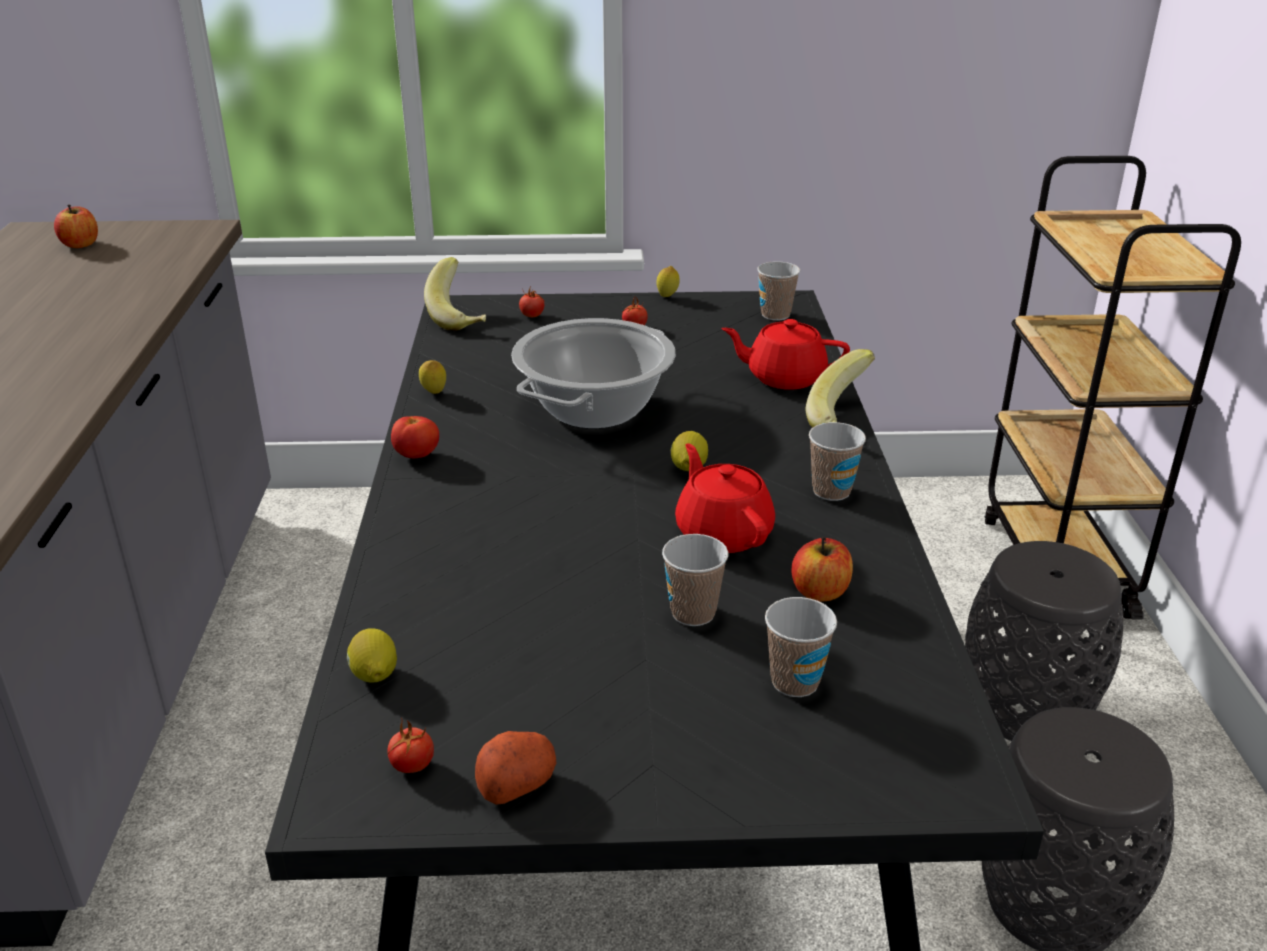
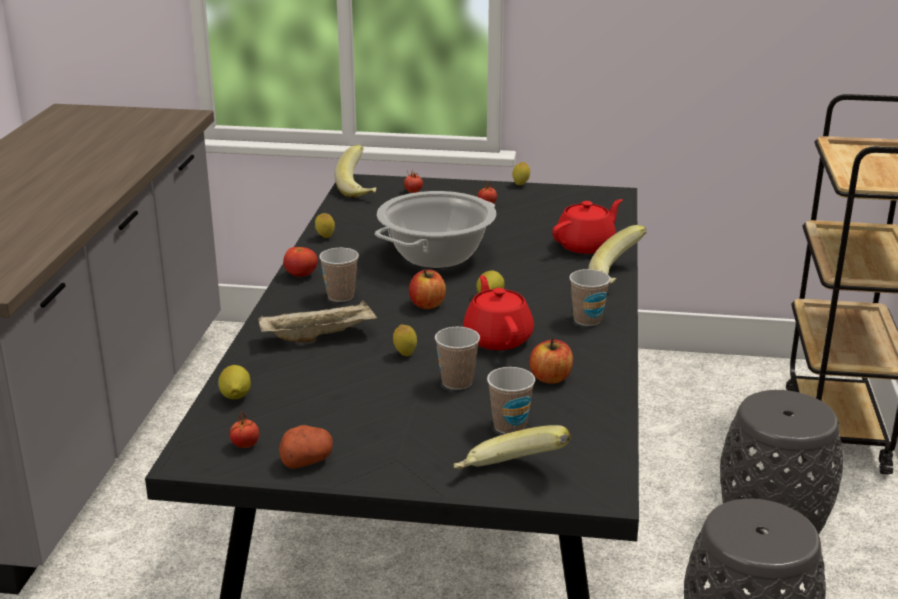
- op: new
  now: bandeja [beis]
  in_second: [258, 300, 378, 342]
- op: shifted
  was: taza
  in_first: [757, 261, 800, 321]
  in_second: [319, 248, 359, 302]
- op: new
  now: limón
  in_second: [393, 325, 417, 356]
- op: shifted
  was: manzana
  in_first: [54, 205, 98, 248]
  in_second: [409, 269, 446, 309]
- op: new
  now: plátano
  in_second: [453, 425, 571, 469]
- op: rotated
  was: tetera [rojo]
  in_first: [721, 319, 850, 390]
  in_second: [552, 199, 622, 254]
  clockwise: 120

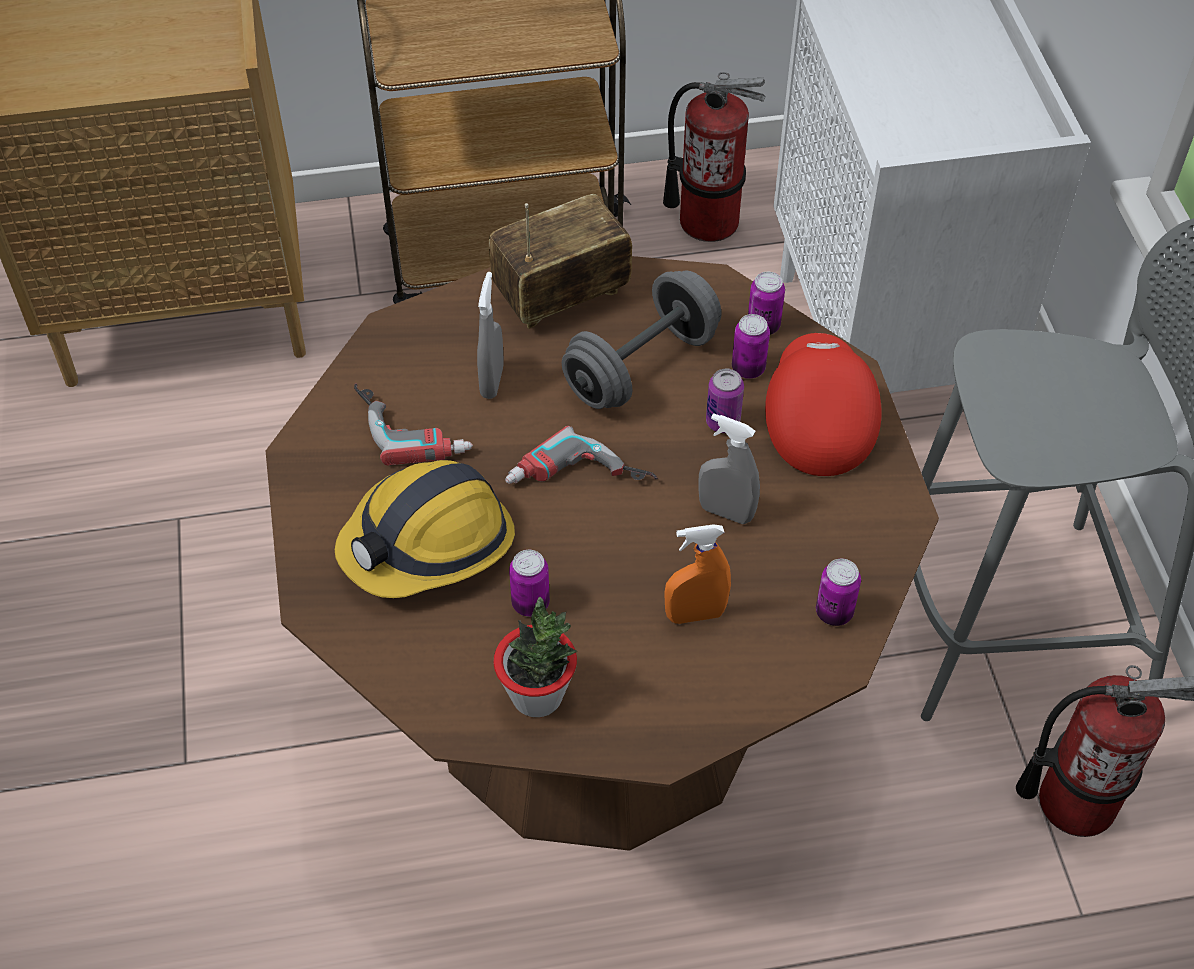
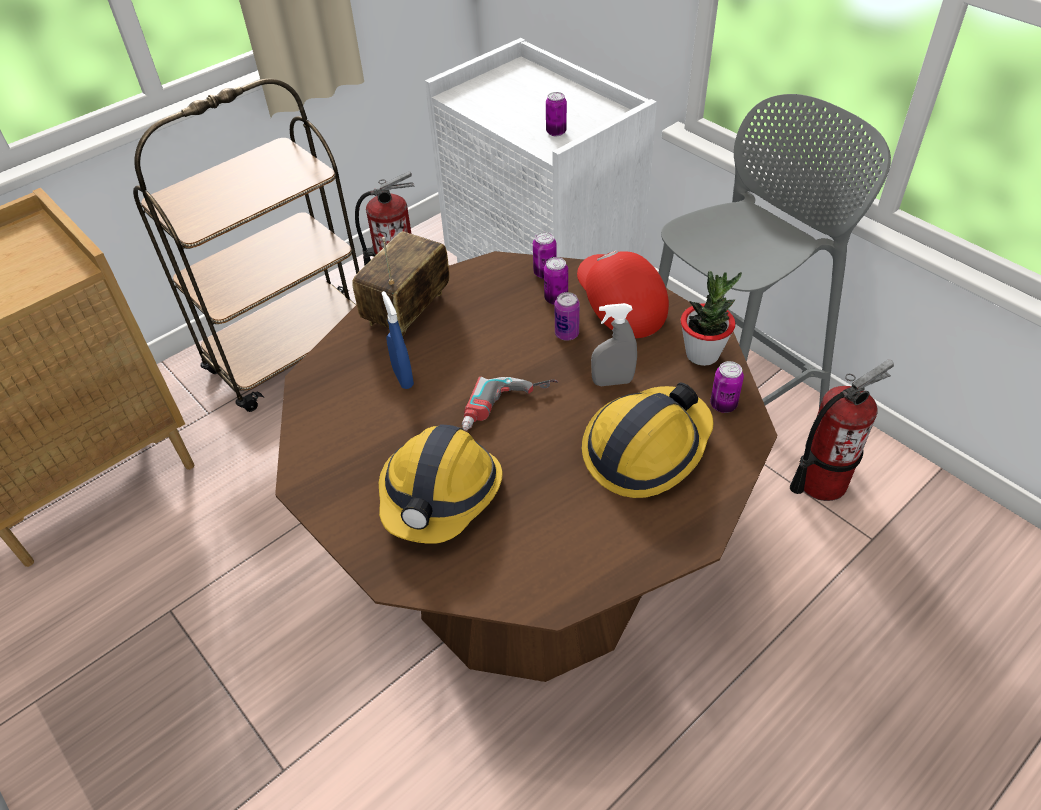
- op: repainted
  was: pulverizador [gris]
  now: pulverizador [azul]
  in_first: [477, 272, 504, 399]
  in_second: [381, 291, 414, 389]
- op: shifted
  was: lata
  in_first: [509, 550, 550, 617]
  in_second: [546, 92, 567, 136]
- op: swapped
  was: pulverizador [naranja]
  now: casco
  in_first: [664, 524, 731, 624]
  in_second: [581, 382, 714, 498]
- op: shifted
  was: planta en maceta
  in_first: [493, 597, 577, 717]
  in_second: [681, 271, 742, 366]
- op: gone
  was: taladro
  in_first: [354, 383, 473, 465]
- op: gone
  was: mancuerna [gris]
  in_first: [562, 270, 721, 409]

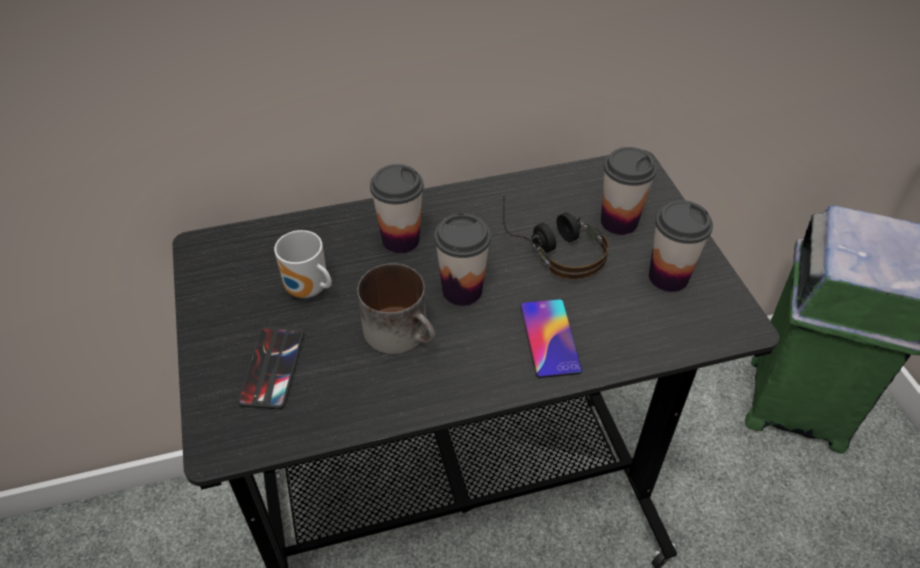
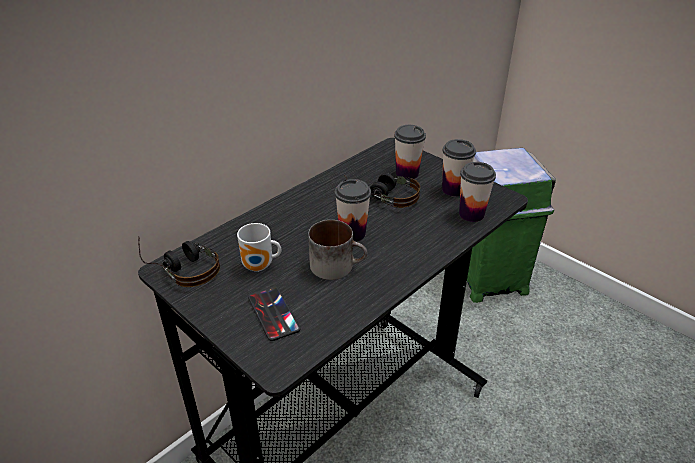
- op: new
  now: auriculares
  in_second: [138, 237, 220, 287]
- op: shifted
  was: taza
  in_first: [370, 164, 424, 253]
  in_second: [459, 162, 496, 222]
- op: gone
  was: móvil
  in_first: [520, 299, 582, 378]

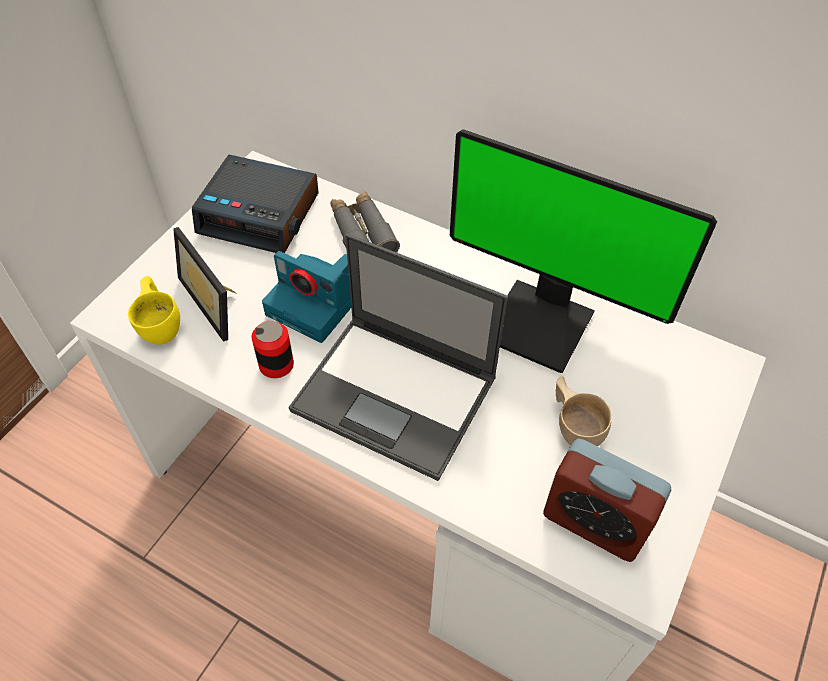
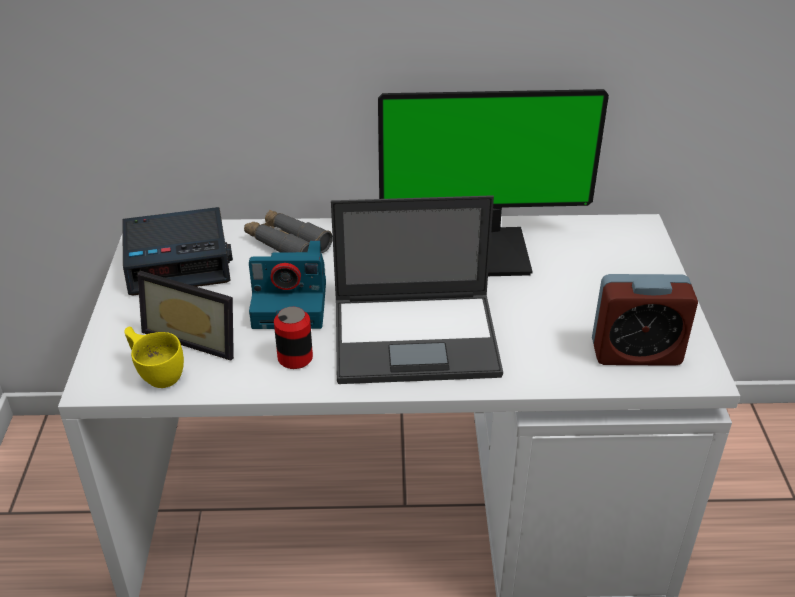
- op: gone
  was: taza [beis]
  in_first: [556, 377, 612, 447]

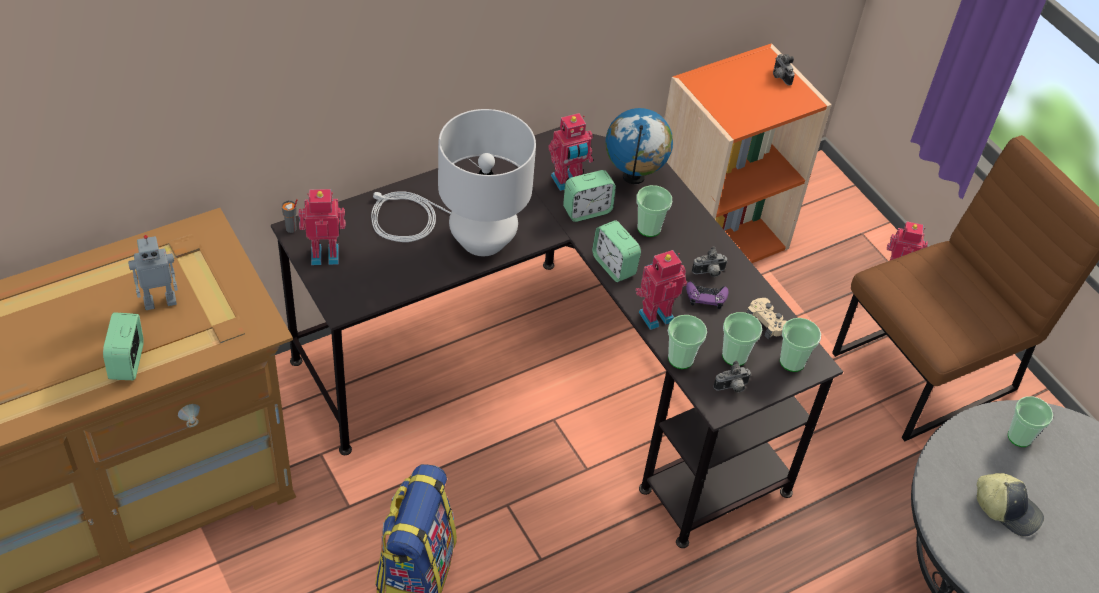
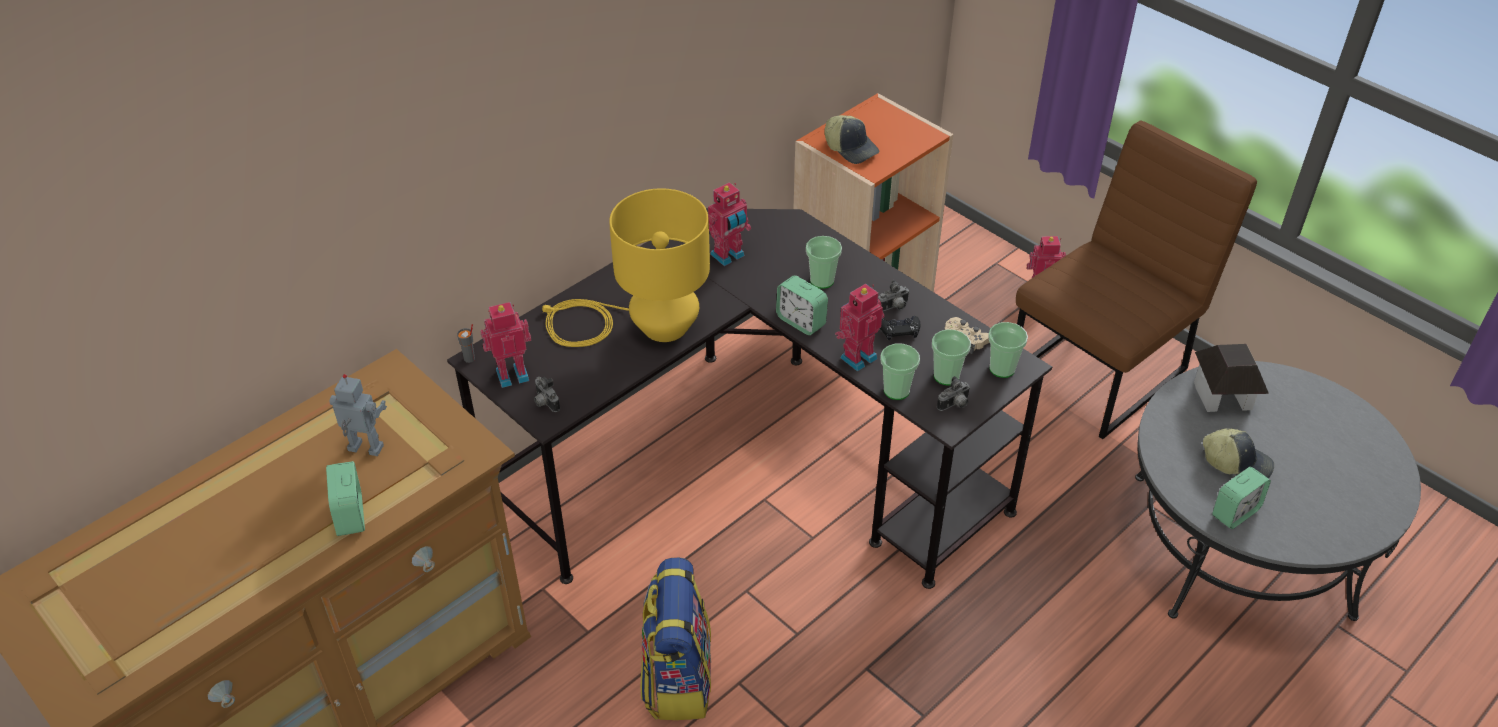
- op: rotated
  was: robot de juguete
  in_first: [128, 235, 178, 310]
  in_second: [330, 374, 387, 456]
  clockwise: -135
- op: shifted
  was: cámara
  in_first: [773, 54, 795, 86]
  in_second: [534, 377, 560, 412]
- op: repainted
  was: lámpara de mesa [gris]
  now: lámpara de mesa [amarillo]
  in_first: [371, 109, 536, 256]
  in_second: [542, 189, 710, 347]
- op: new
  now: gorra
  in_second: [824, 115, 879, 164]
- op: repainted
  was: mando de consola [morado]
  now: mando de consola [negro]
  in_first: [686, 281, 728, 309]
  in_second: [880, 316, 920, 340]
- op: swapped
  was: taza
  now: casita
  in_first: [1008, 396, 1053, 447]
  in_second: [1194, 344, 1269, 412]
- op: shifted
  was: despertador
  in_first: [563, 170, 616, 222]
  in_second: [1212, 467, 1271, 529]
- op: gone
  was: globo terráqueo
  in_first: [605, 108, 673, 184]

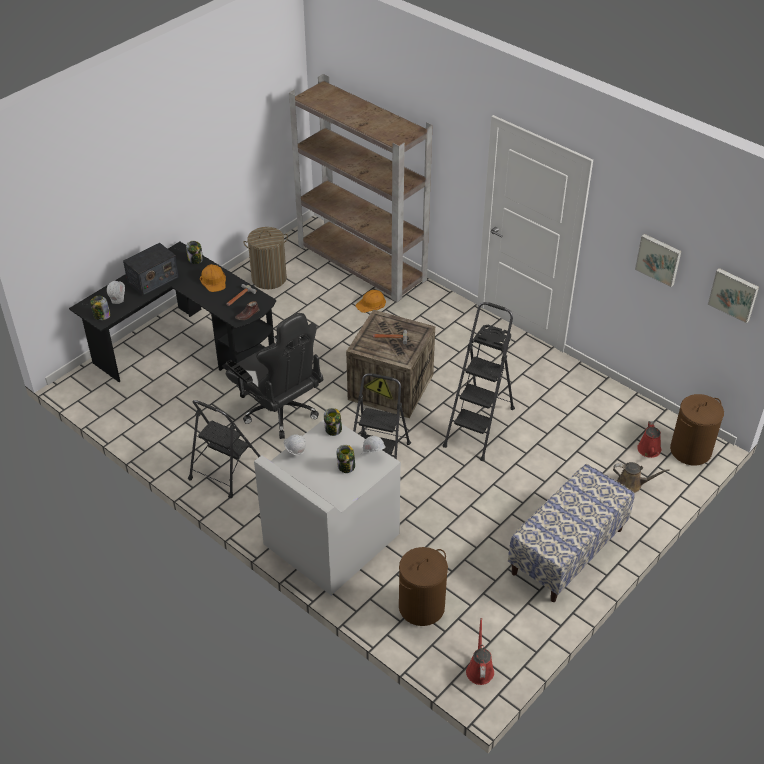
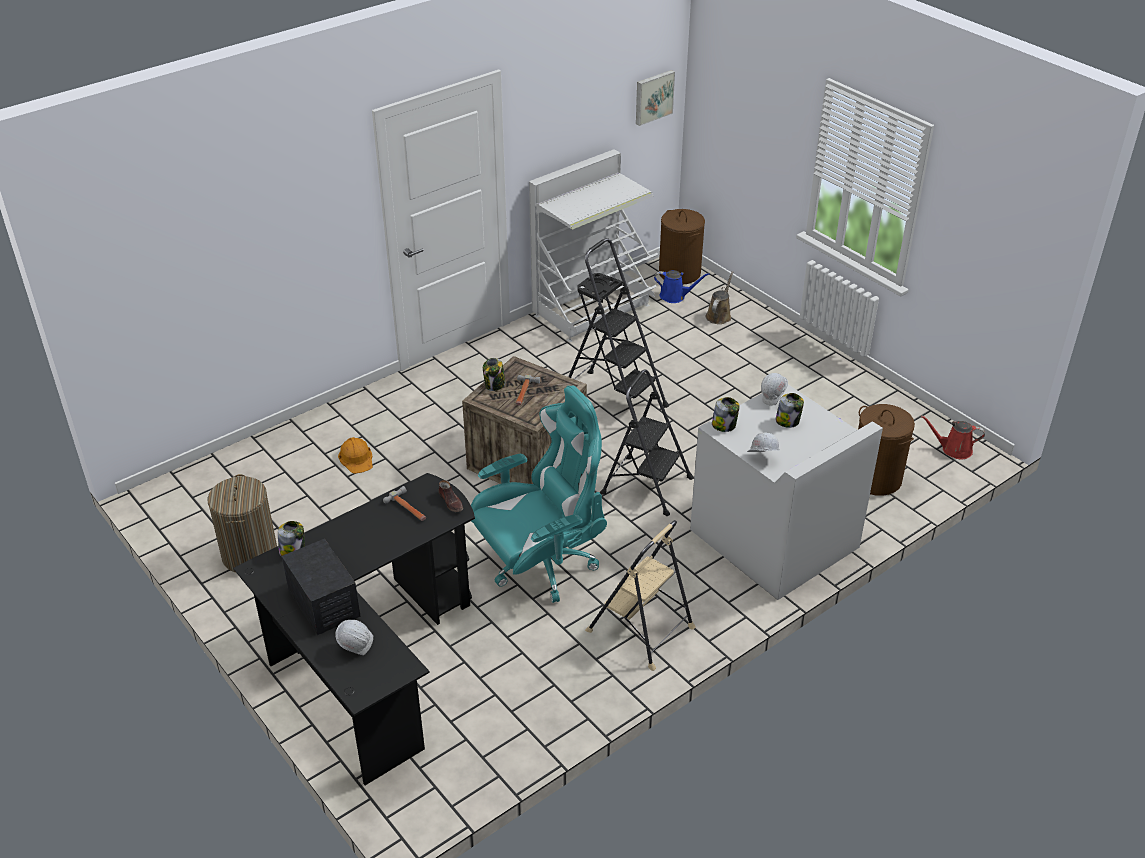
- op: repainted
  was: silla de oficina [negro]
  now: silla de oficina [turquesa]
  in_first: [226, 313, 323, 439]
  in_second: [471, 385, 607, 603]
- op: shifted
  was: tarro
  in_first: [90, 296, 110, 320]
  in_second: [483, 358, 505, 391]
- op: new
  now: zapatero [blanco]
  in_second: [529, 149, 658, 342]
- op: repainted
  was: escalera de tijera [negro]
  now: escalera de tijera [beis]
  in_first: [188, 400, 260, 498]
  in_second: [585, 520, 696, 671]
- op: repainted
  was: regadera [rojo]
  now: regadera [azul]
  in_first: [637, 421, 661, 458]
  in_second: [654, 270, 710, 303]
- op: gone
  was: casco [naranja]
  in_first: [200, 264, 226, 292]
- op: gone
  was: estantería [marrón]
  in_first: [289, 74, 432, 302]
- op: gone
  was: banco
  in_first: [508, 464, 635, 602]
- op: gone
  was: cuadro
  in_first: [635, 234, 681, 287]

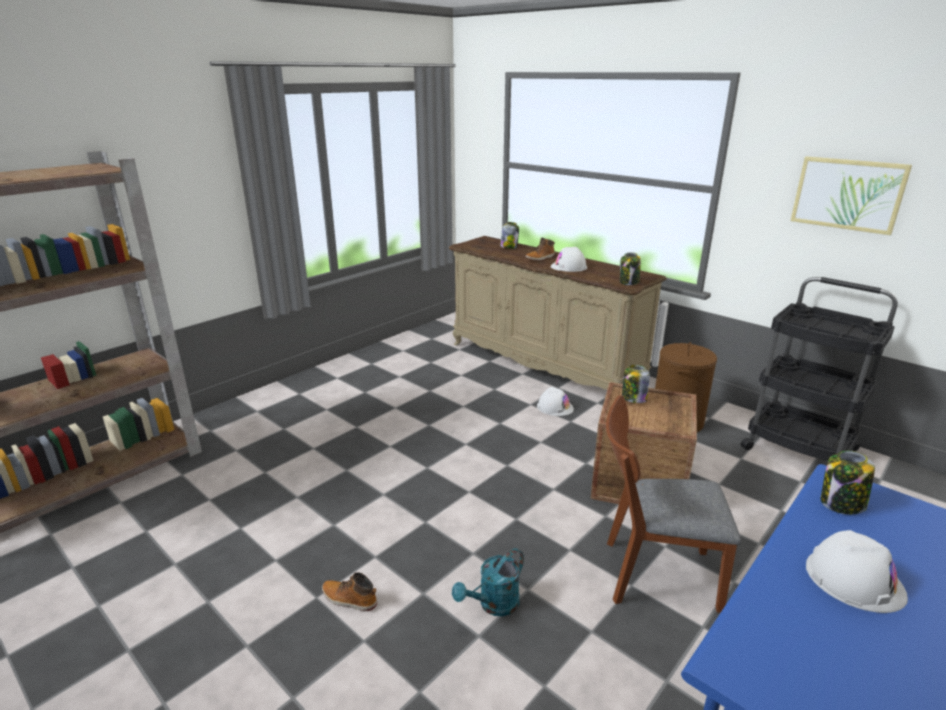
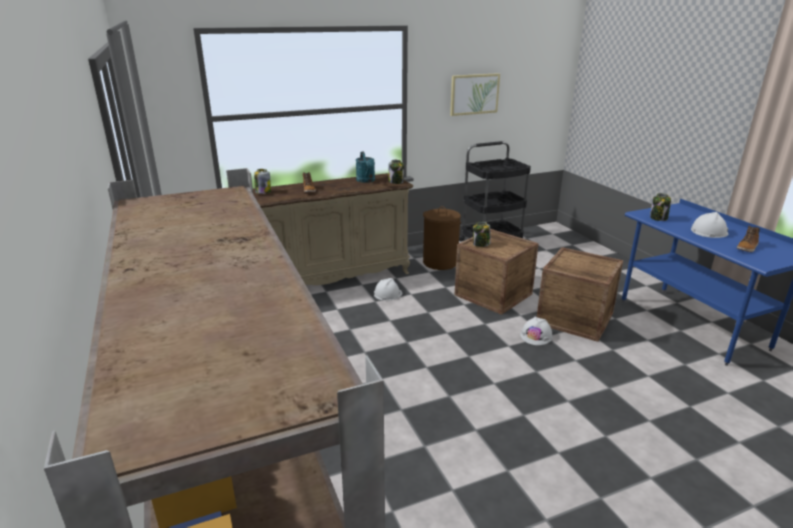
- op: shifted
  was: regadera [turquesa]
  in_first: [452, 548, 524, 616]
  in_second: [356, 152, 375, 183]
- op: shifted
  was: casco [blanco]
  in_first: [551, 247, 587, 272]
  in_second: [520, 317, 553, 345]
- op: swapped
  was: silla [marrón]
  now: caja de embalaje
  in_first: [606, 395, 741, 613]
  in_second: [537, 247, 623, 342]
- op: shifted
  was: bota
  in_first: [322, 572, 377, 611]
  in_second: [737, 225, 760, 252]

